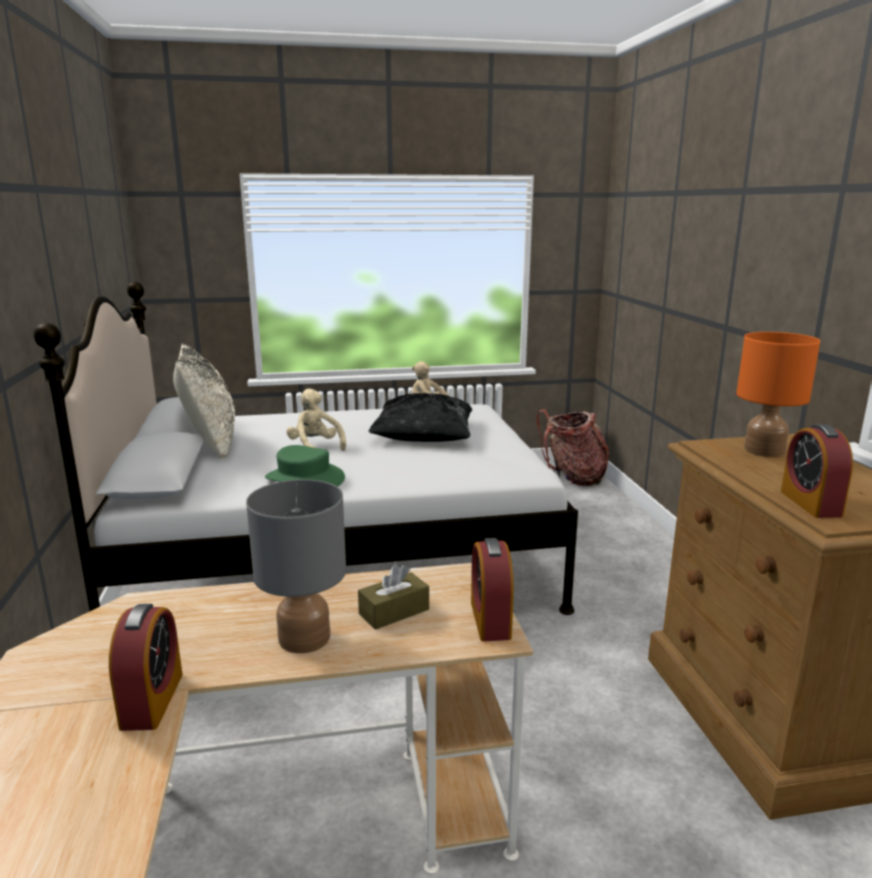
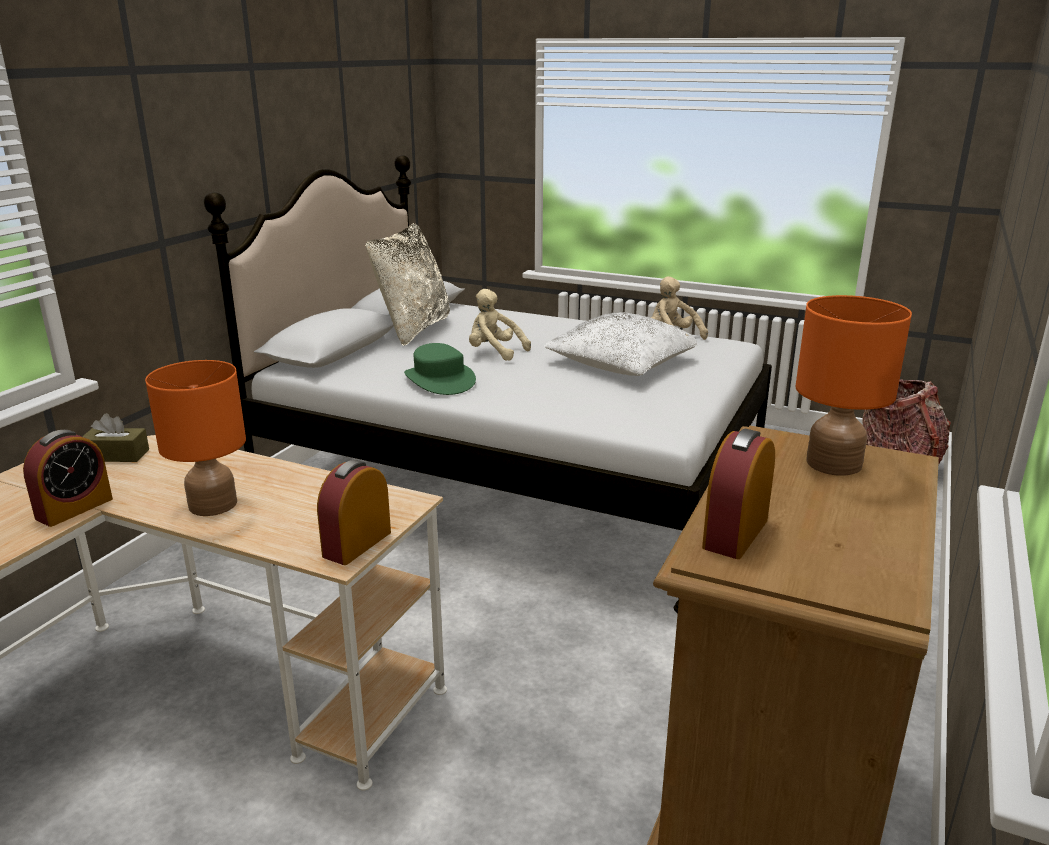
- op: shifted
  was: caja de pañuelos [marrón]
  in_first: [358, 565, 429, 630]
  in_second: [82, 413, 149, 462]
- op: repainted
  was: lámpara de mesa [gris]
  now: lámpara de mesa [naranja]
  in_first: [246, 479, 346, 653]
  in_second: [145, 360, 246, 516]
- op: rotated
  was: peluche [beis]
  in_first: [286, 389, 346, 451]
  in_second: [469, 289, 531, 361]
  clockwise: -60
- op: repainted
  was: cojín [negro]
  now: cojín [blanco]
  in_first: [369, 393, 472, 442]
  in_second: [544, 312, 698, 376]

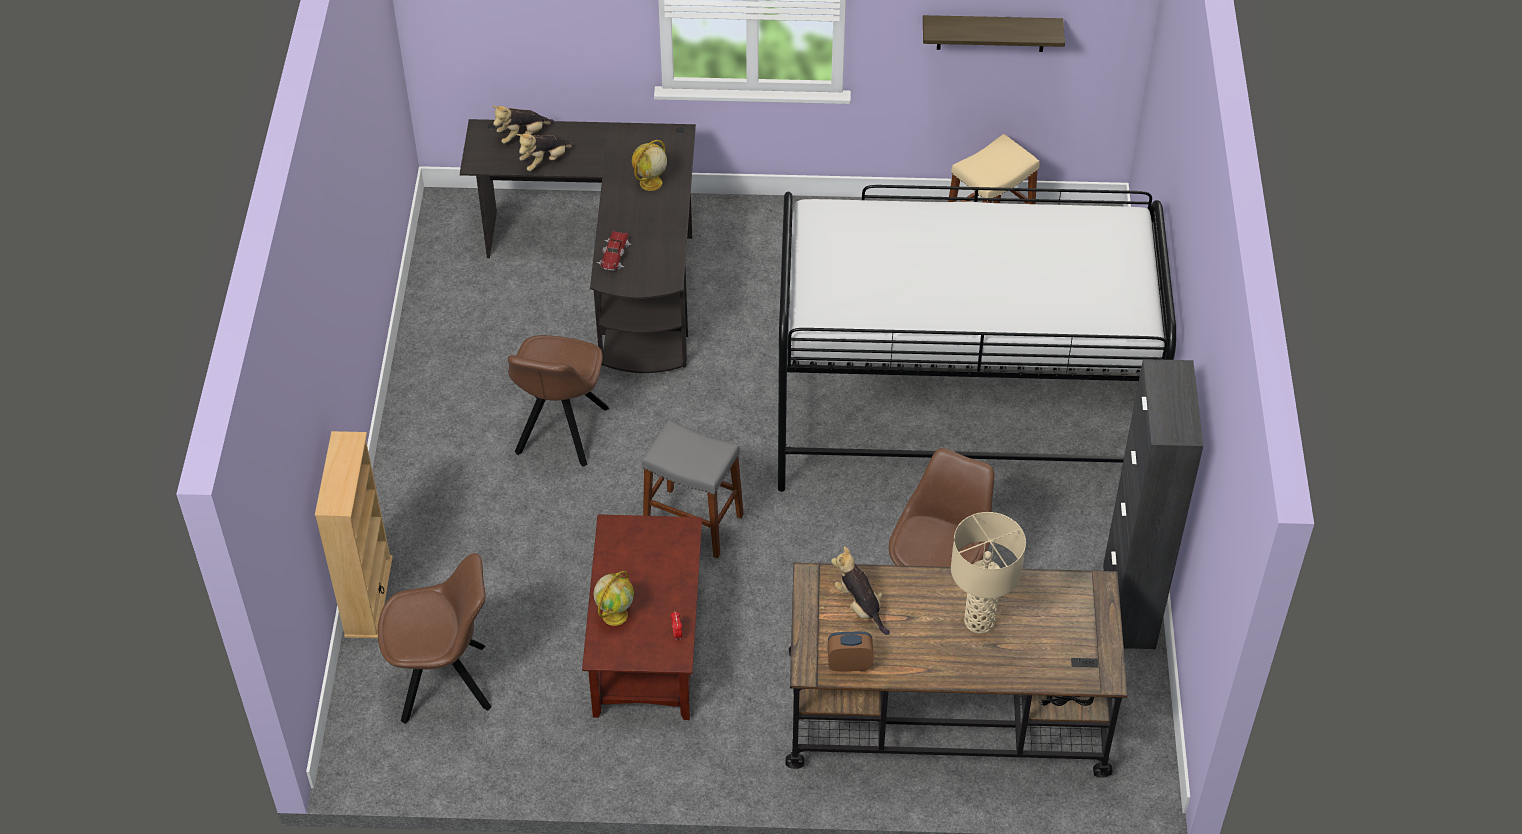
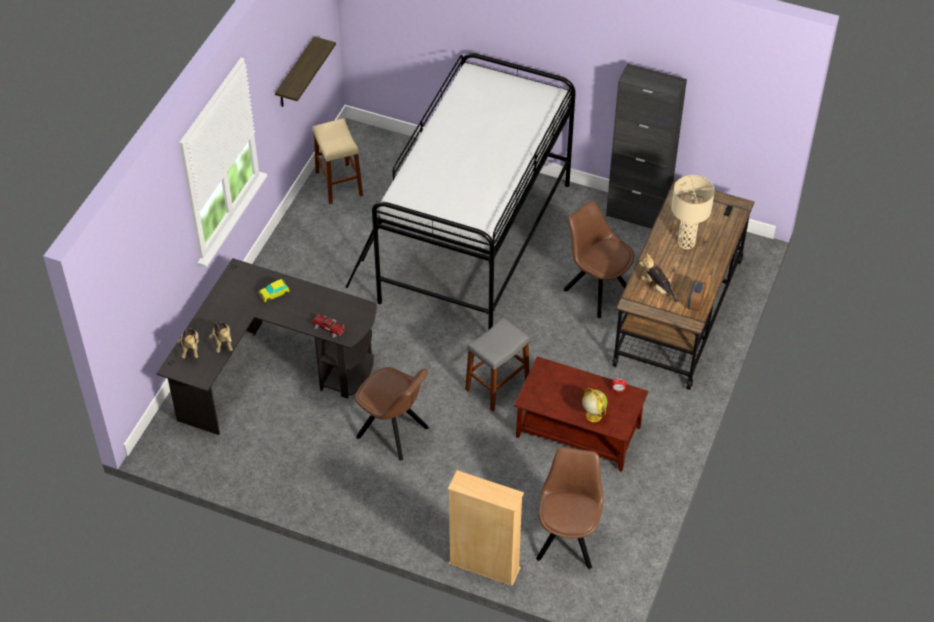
- op: swapped
  was: globo terráqueo
  now: coche de juguete
  in_first: [632, 140, 667, 191]
  in_second: [259, 279, 290, 302]
- op: rotated
  was: peluche
  in_first: [831, 546, 890, 635]
  in_second: [639, 253, 679, 302]
  clockwise: 60

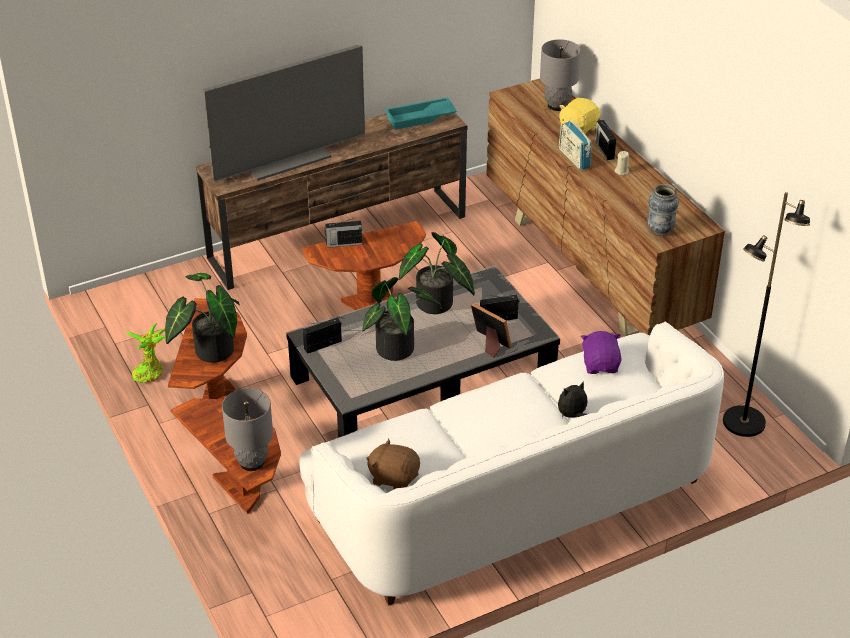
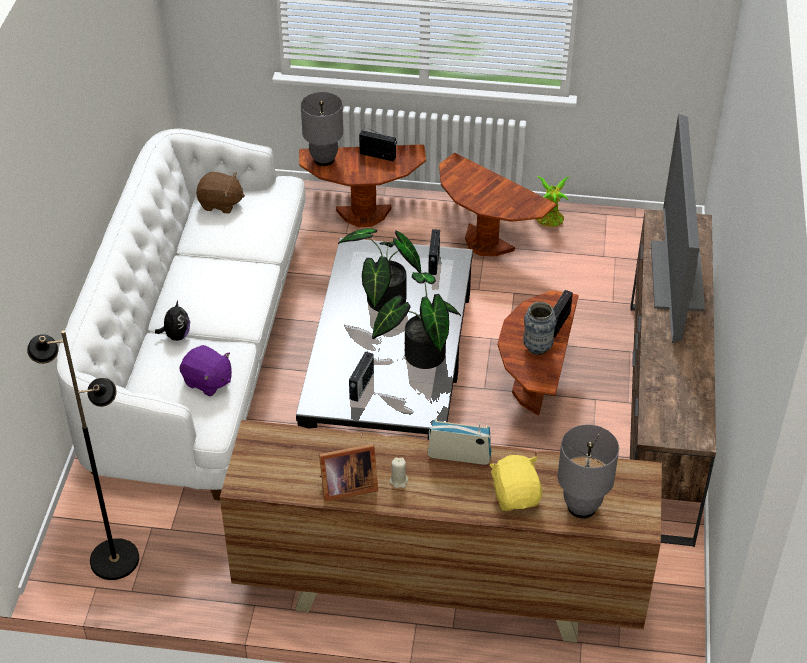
- op: rotated
  was: peluche [marrón]
  in_first: [366, 438, 420, 490]
  in_second: [196, 172, 245, 214]
  clockwise: 45
- op: shifted
  was: portarretratos
  in_first: [471, 303, 512, 358]
  in_second: [319, 444, 378, 502]
- op: shifted
  was: radio
  in_first: [595, 120, 616, 160]
  in_second: [359, 127, 397, 162]
- op: shifted
  was: florero
  in_first: [647, 184, 679, 236]
  in_second: [523, 302, 557, 355]
- op: gone
  was: planta en maceta
  in_first: [165, 273, 240, 363]
- op: gone
  was: bandeja [turquesa]
  in_first: [385, 97, 457, 130]

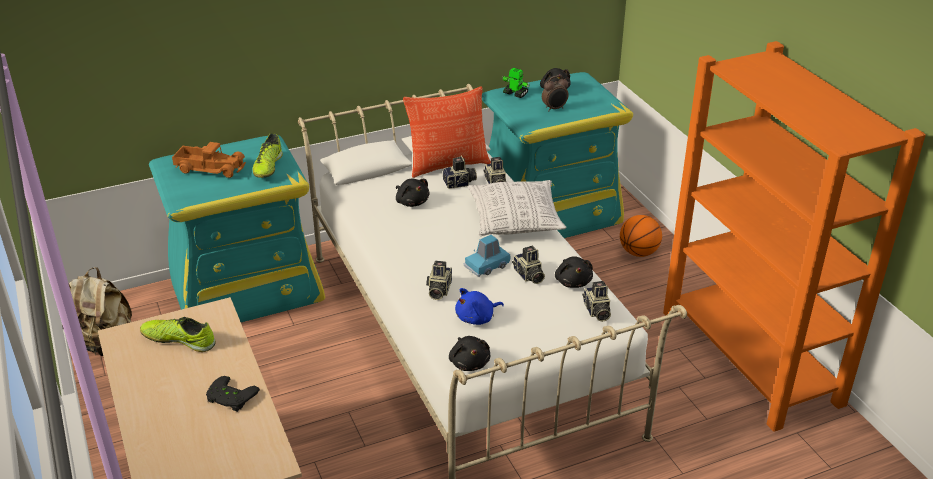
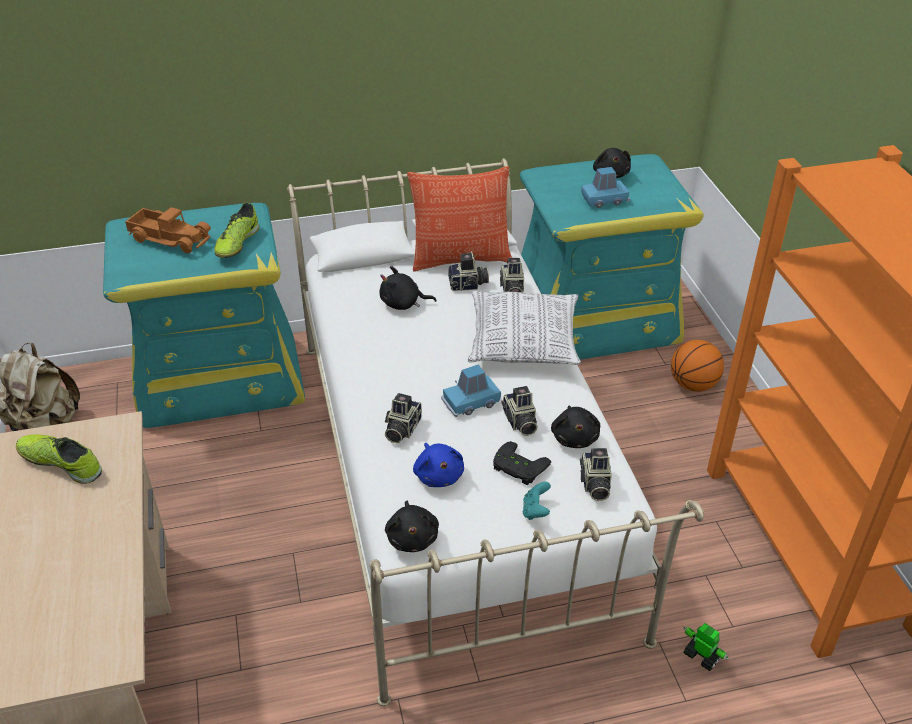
- op: rotated
  was: peluche [negro]
  in_first: [396, 179, 429, 207]
  in_second: [379, 266, 437, 310]
  clockwise: 120
- op: rotated
  was: peluche [azul]
  in_first: [455, 288, 504, 325]
  in_second: [413, 443, 464, 487]
  clockwise: -90
- op: shifted
  was: mando de consola [negro]
  in_first: [206, 376, 260, 412]
  in_second: [493, 441, 551, 485]
- op: new
  now: mando de consola [turquesa]
  in_second: [523, 482, 551, 520]
- op: swapped
  was: despertador
  now: coche de juguete [azul]
  in_first: [542, 75, 569, 112]
  in_second: [581, 167, 630, 208]
- op: shifted
  was: robot de juguete
  in_first: [502, 68, 530, 98]
  in_second: [683, 623, 729, 671]

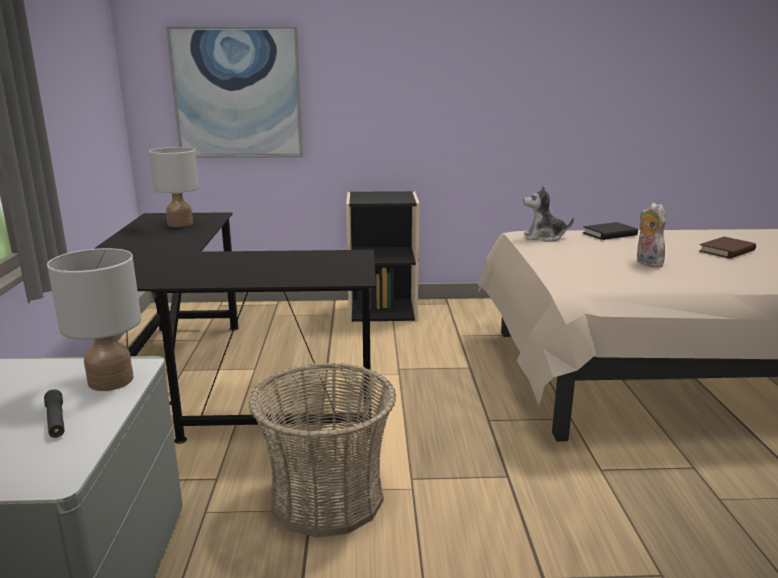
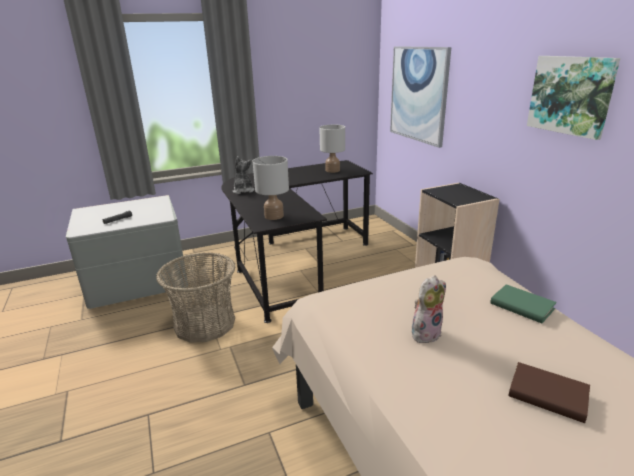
- op: shifted
  was: peluche
  in_first: [523, 185, 574, 242]
  in_second: [232, 156, 255, 194]
- op: shifted
  was: lámpara de mesa [gris]
  in_first: [47, 248, 141, 391]
  in_second: [253, 156, 289, 220]
- op: repainted
  was: libro [negro]
  now: libro [verde]
  in_first: [583, 222, 638, 240]
  in_second: [490, 284, 557, 323]
- op: new
  now: cuadro
  in_second: [527, 56, 620, 140]

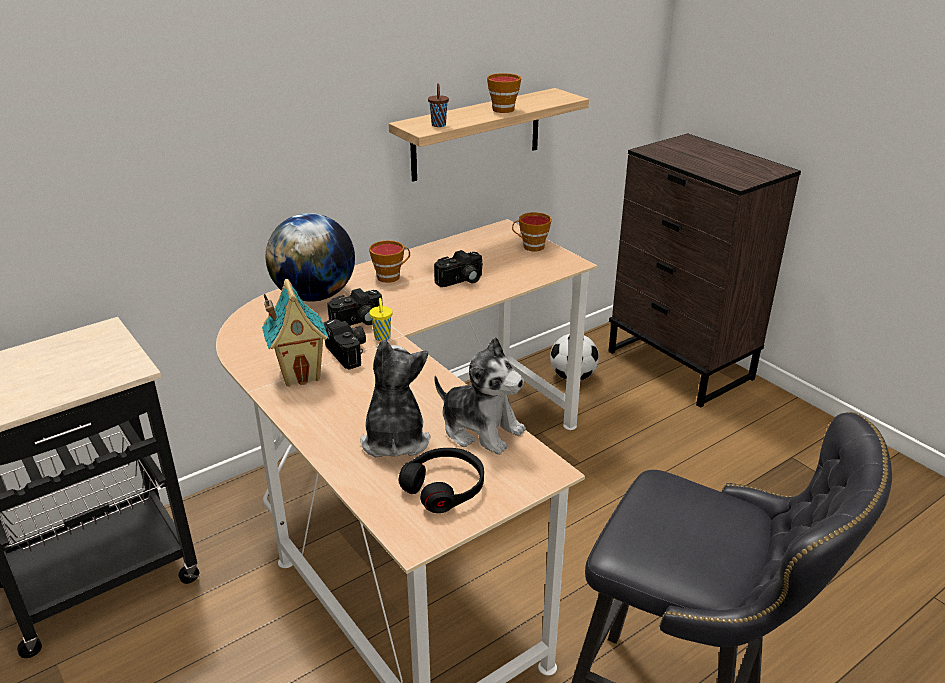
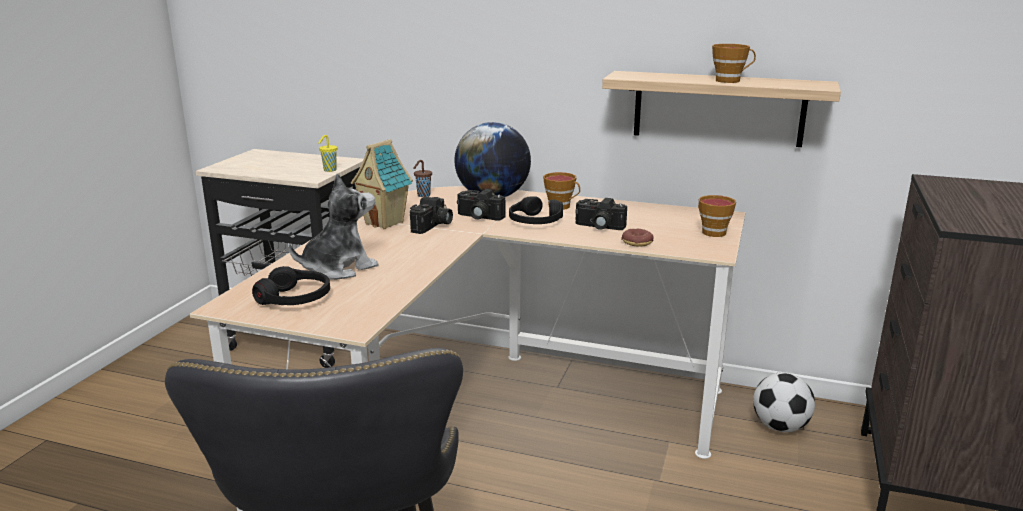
- op: shifted
  was: taza [amarillo]
  in_first: [369, 298, 392, 341]
  in_second: [318, 135, 337, 172]
- op: shifted
  was: taza [marrón]
  in_first: [428, 83, 449, 127]
  in_second: [414, 160, 432, 197]
- op: new
  now: auriculares [negro]
  in_second: [509, 196, 563, 224]
- op: new
  now: rosquilla
  in_second: [621, 229, 654, 247]
- op: gone
  was: peluche
  in_first: [434, 337, 526, 455]

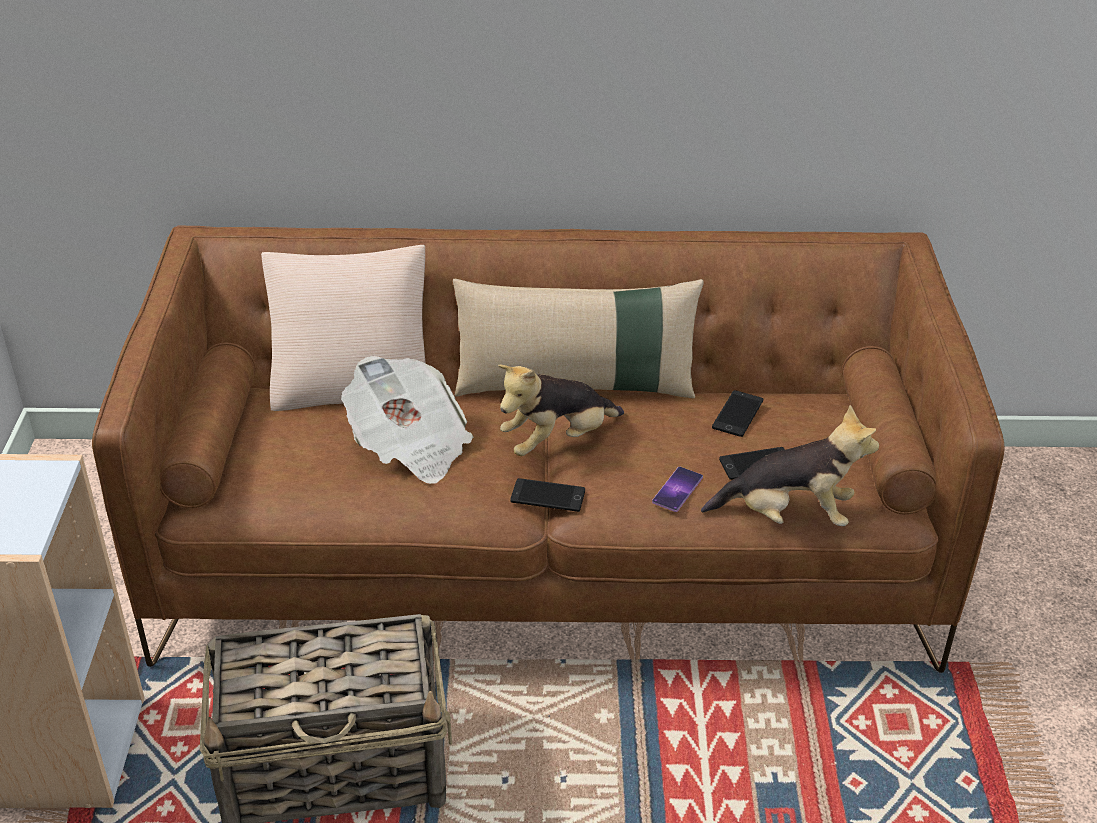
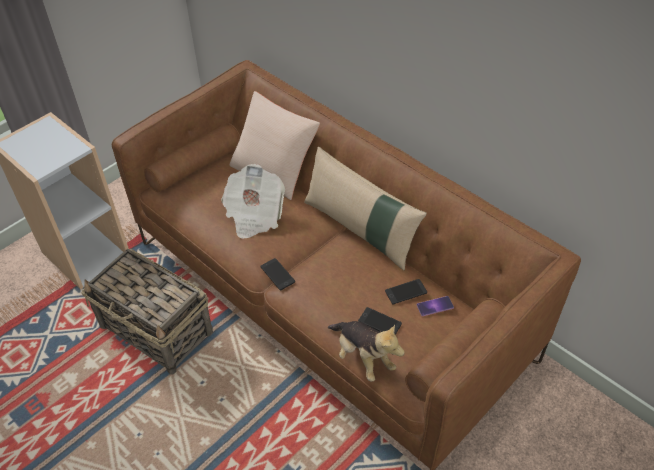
- op: shifted
  was: móvil
  in_first: [652, 467, 703, 512]
  in_second: [417, 296, 454, 316]
- op: gone
  was: peluche
  in_first: [498, 364, 624, 456]

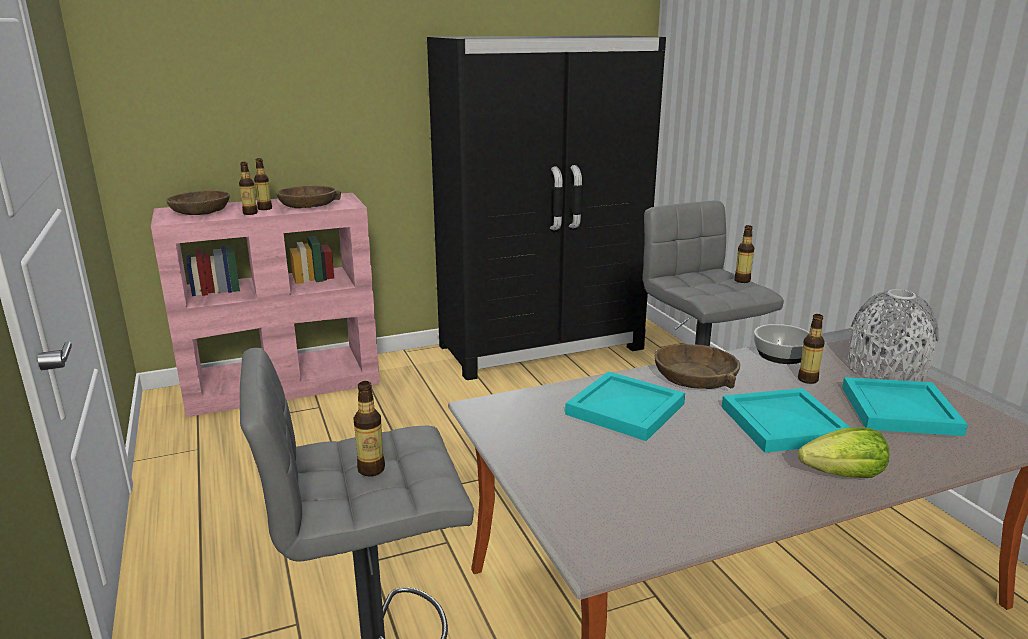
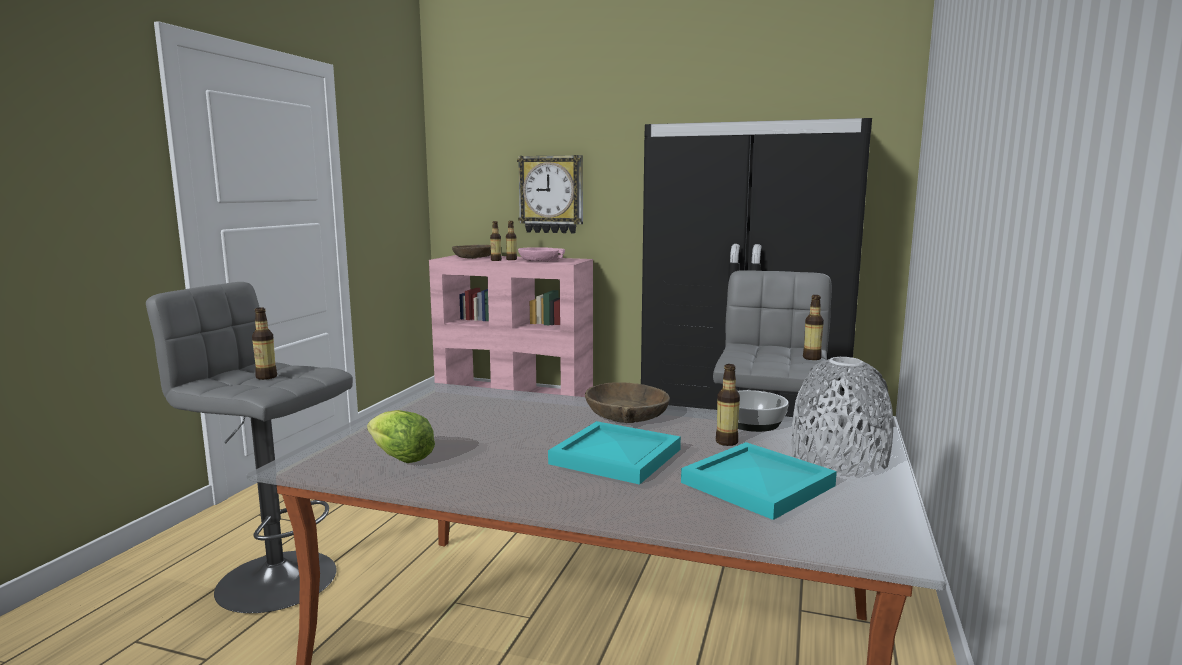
- op: shifted
  was: lechuga
  in_first: [798, 427, 889, 478]
  in_second: [367, 410, 435, 463]
- op: new
  now: reloj de pared
  in_second: [517, 155, 583, 233]
- op: repainted
  was: cuenco [marrón]
  now: cuenco [rosa]
  in_first: [276, 186, 341, 208]
  in_second: [518, 247, 565, 261]
- op: gone
  was: bandeja [turquesa]
  in_first: [565, 371, 685, 441]

